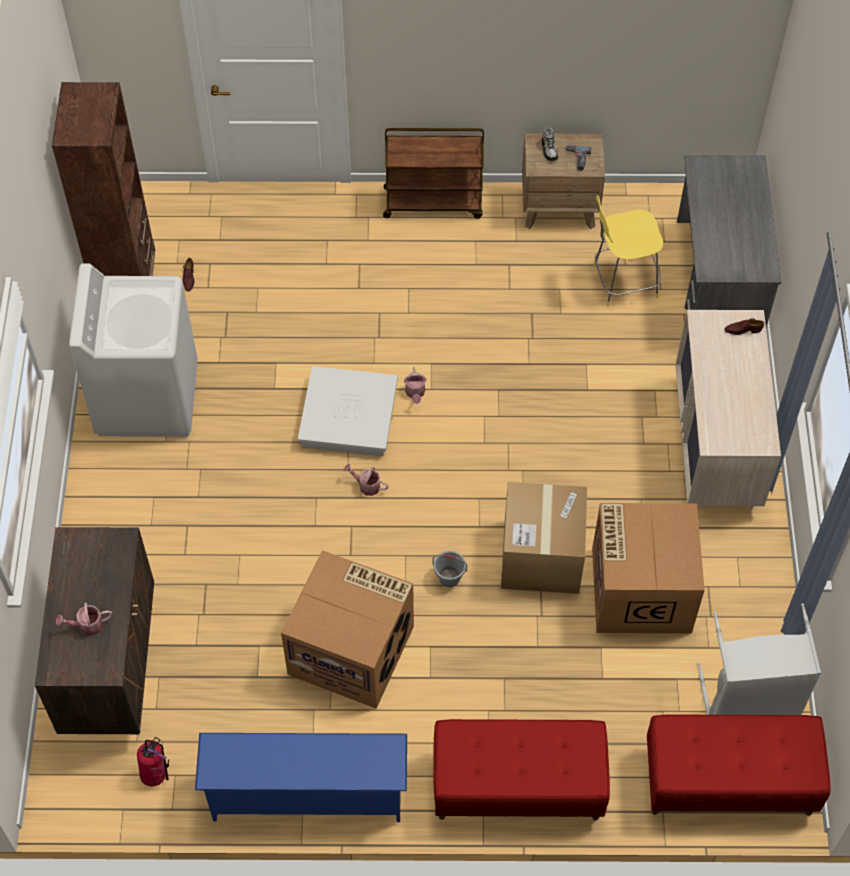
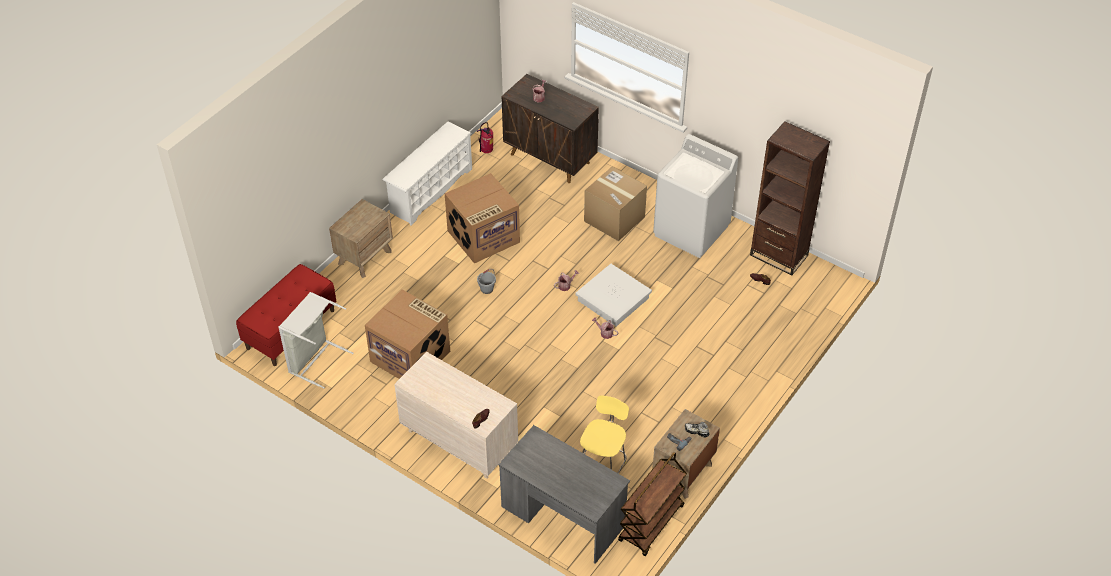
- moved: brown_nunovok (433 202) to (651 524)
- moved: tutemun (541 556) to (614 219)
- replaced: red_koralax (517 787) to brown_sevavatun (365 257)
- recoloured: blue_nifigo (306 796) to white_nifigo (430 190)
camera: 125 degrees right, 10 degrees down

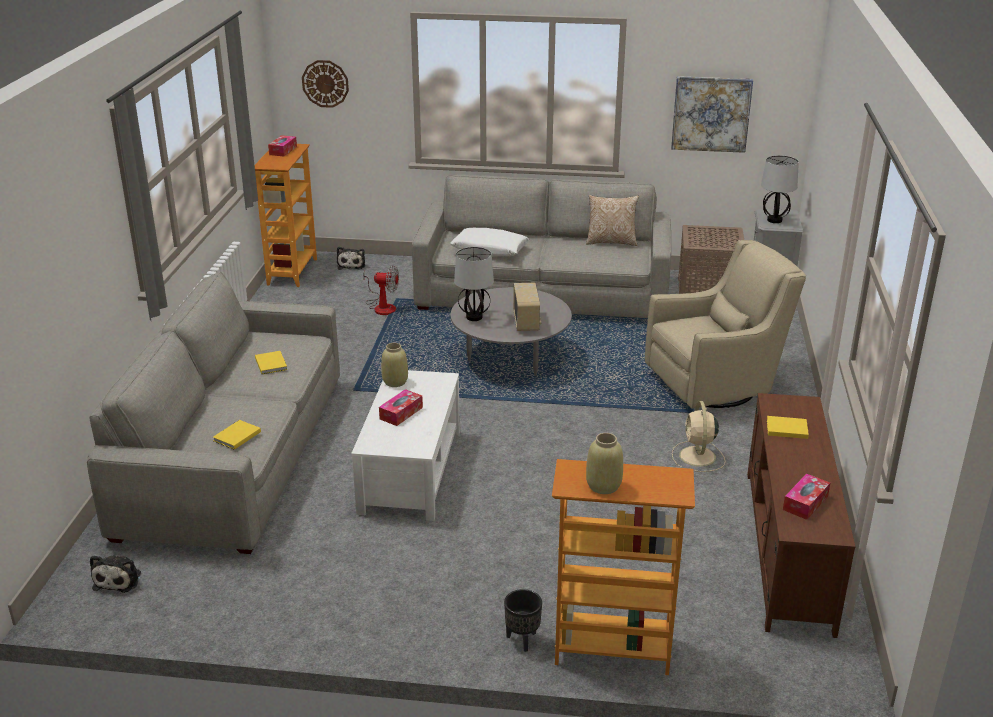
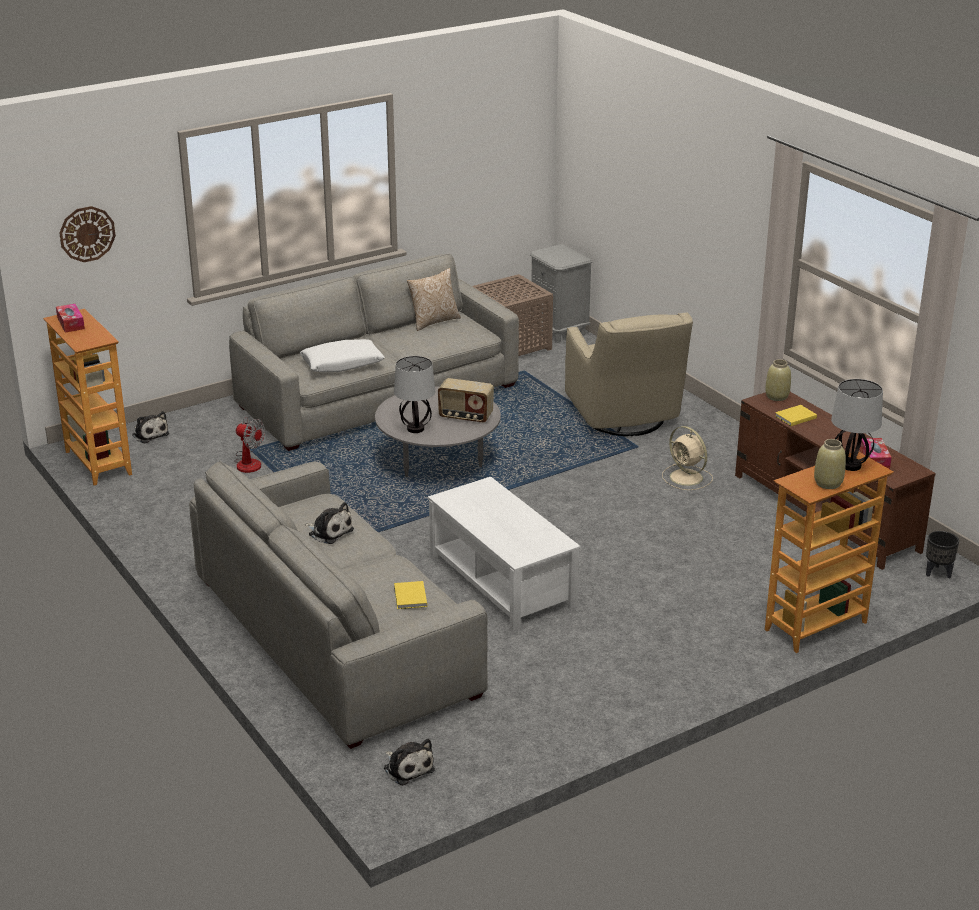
- removed: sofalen (711 114)
- moved: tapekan (774 220) to (850 465)
- turned: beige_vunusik (716 386) = (625 420) 135 degrees clockwise
- turned: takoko (382 306) = (249 461) 60 degrees clockwise
- turned: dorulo (526 322) = (465 417) 150 degrees clockwise
- moved: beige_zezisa (395 382) to (777 396)
- replaced: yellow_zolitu (271 363) to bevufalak (329 532)
- removed: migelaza (401 413)
- moved: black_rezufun (522 640) to (938 573)
camera: 40 degrees left, 0 degrees up

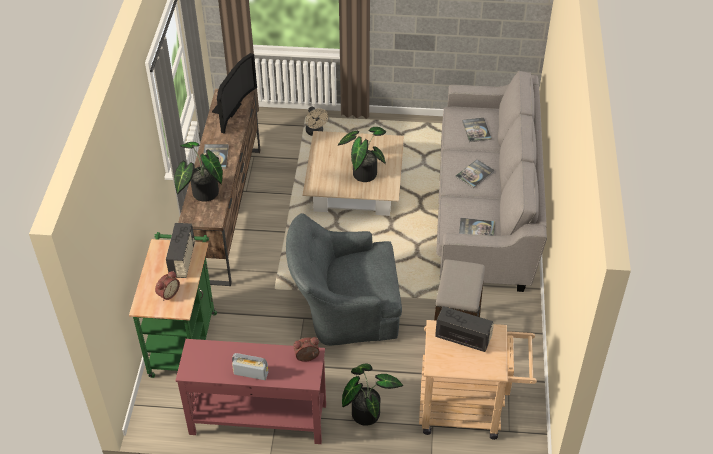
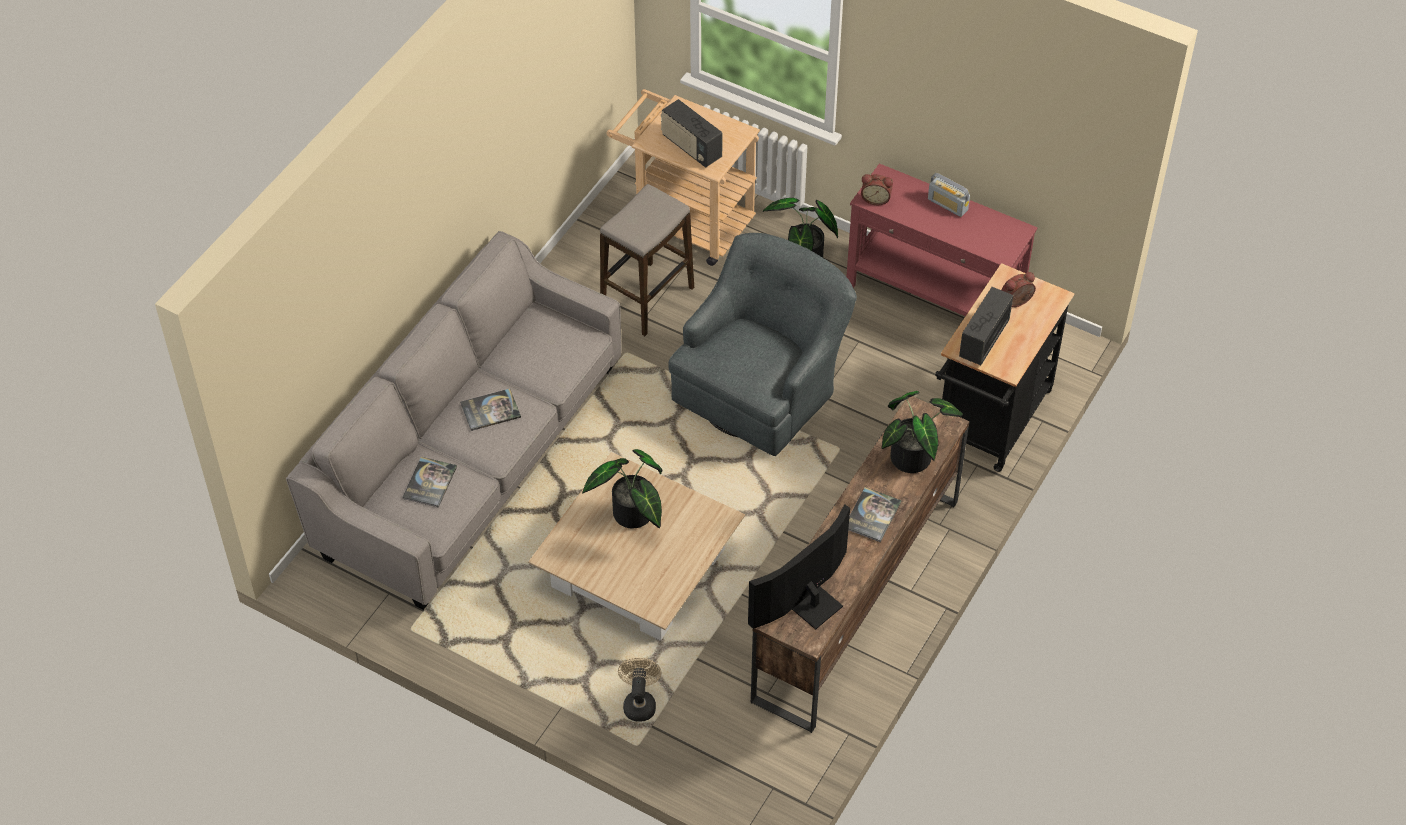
- turned: grey_vunusik (344 309) = (762 387) 75 degrees counterclockwise
- removed: zolitu (476 229)
- recoloured: green_nunovok (184 339) to black_nunovok (990 424)
camera: 155 degrees left, 5 degrees up

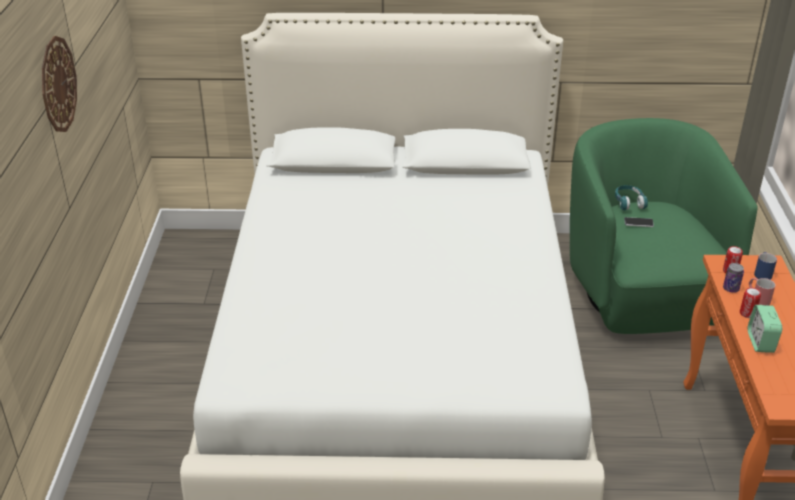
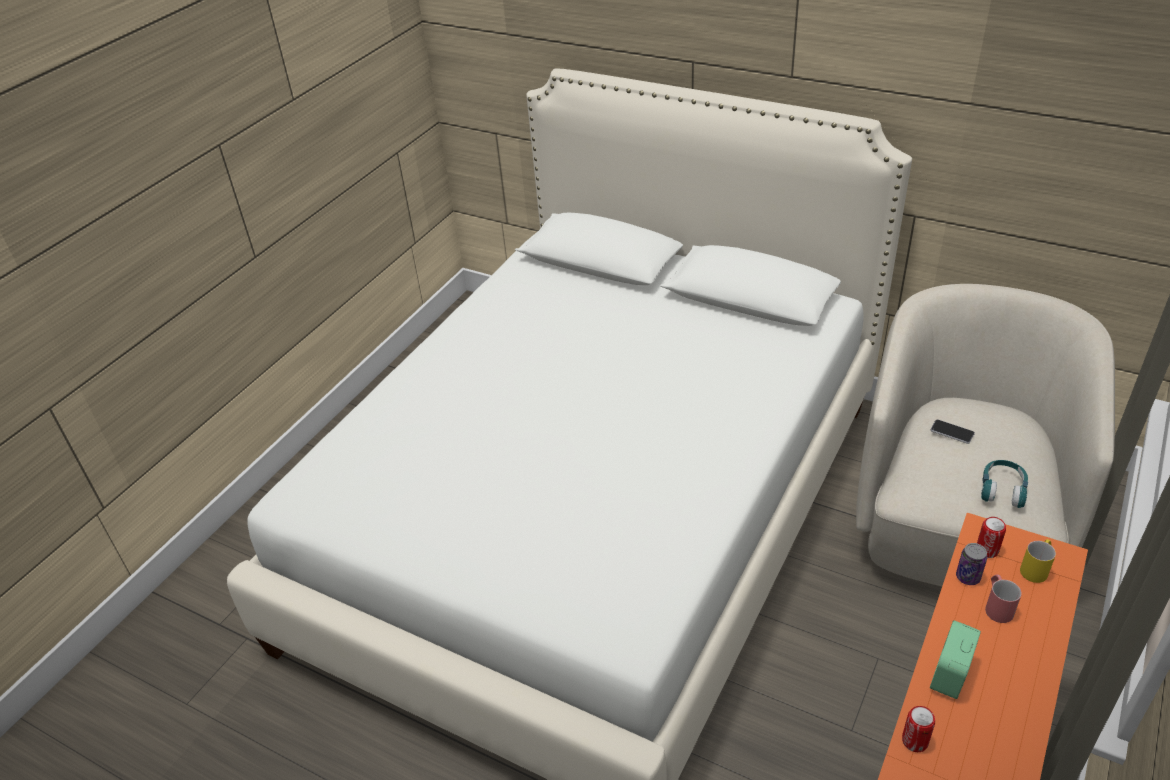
- removed: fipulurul (58 84)
- recoloured: green_vunusik (643 294) to beige_vunusik (958 523)
- moved: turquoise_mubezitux (629 203) to (1002 490)
- recoloured: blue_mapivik (762 273) to yellow_mapivik (1036 568)
- moved: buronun (747 313) to (915 741)
camera: 30 degrees right, 5 degrees up

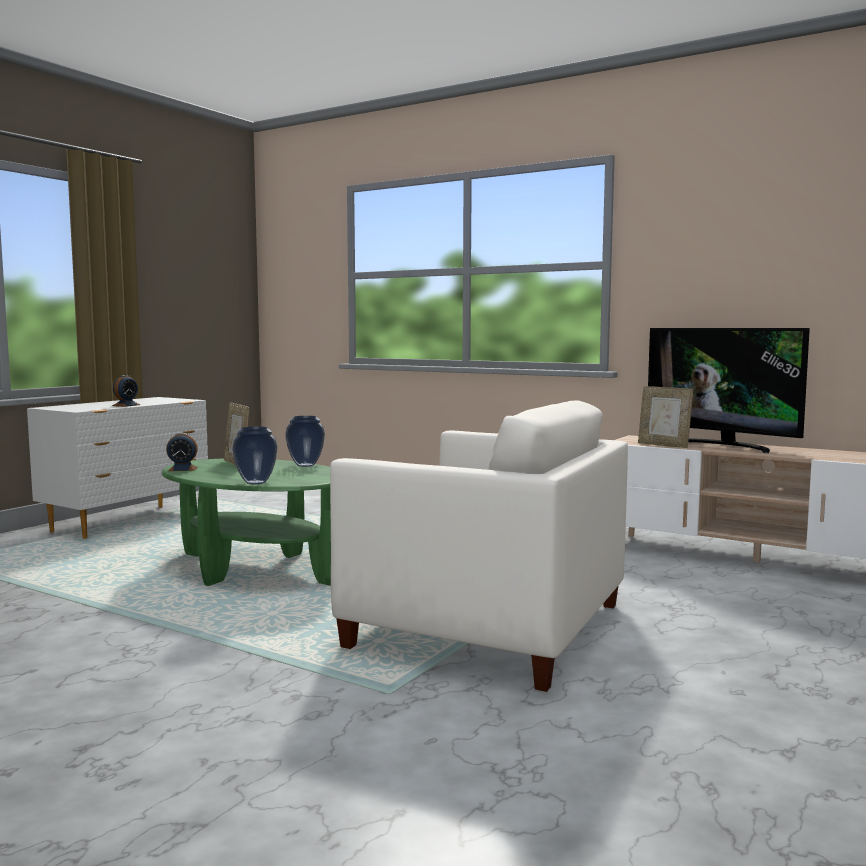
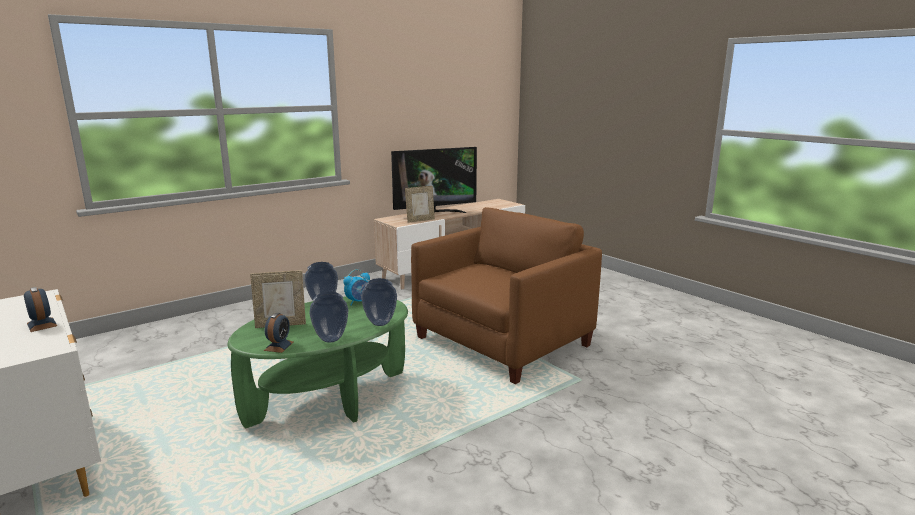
- recoloured: white_vunusik (487 625) to brown_vunusik (501 341)
- added: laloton (359 302)
- added: zezisa (330 339)
camera: 70 degrees left, 10 degrees up

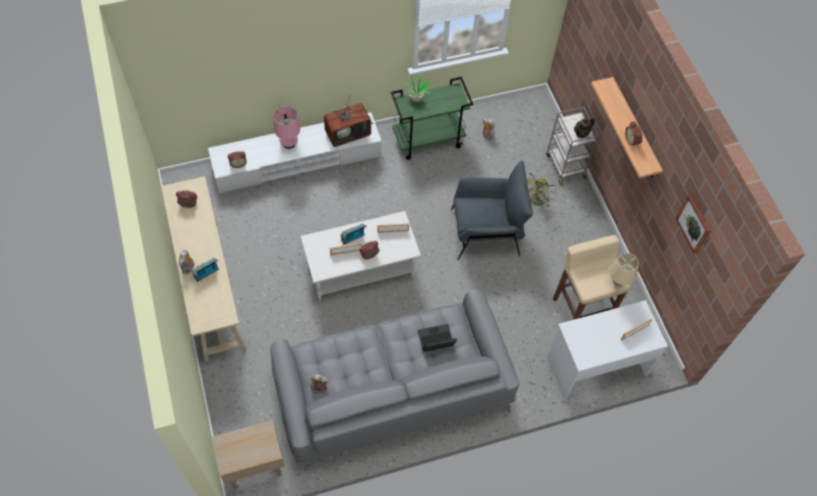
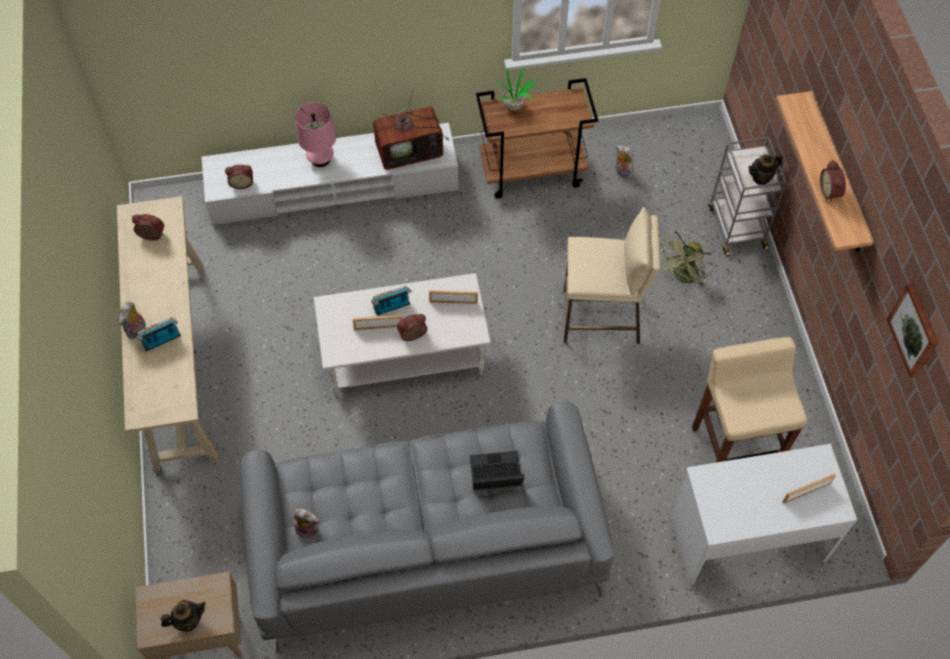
- recoloured: green_nunovok (428 140) to brown_nunovok (533 171)
- replaced: grey_vunusik (486 232) to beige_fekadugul (601 317)
- removed: beige_tapekan (617 282)
- added: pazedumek (188 620)
camera: 10 degrees right, 0 degrees up

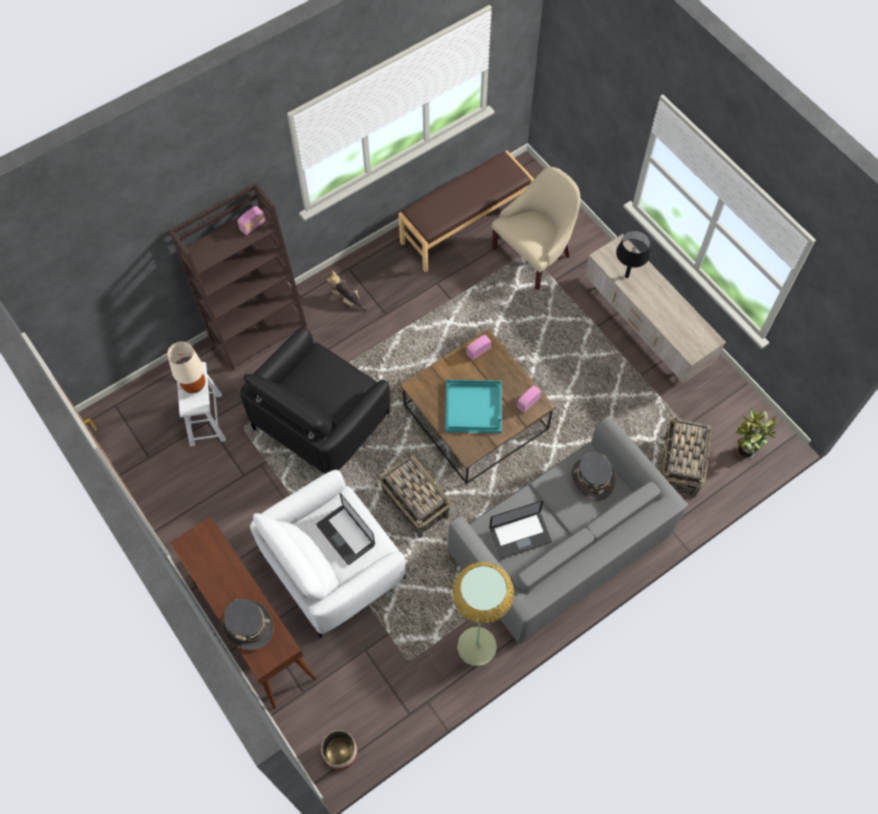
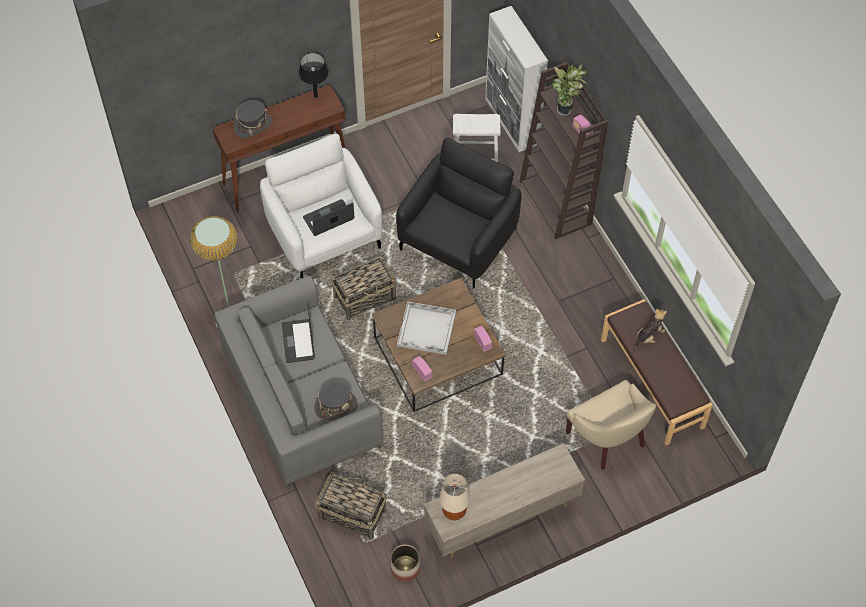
- moved: black_tapekan (626 276) to (316 96)
- moved: bevufalak (347 299) to (648 336)
- turned: black_vunusik (321 420) = (458 240) 75 degrees clockwise
- moved: beige_tapekan (194 385) to (454 511)
- recoloured: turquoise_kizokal (474 406) to white_kizokal (427 329)
- moved: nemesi (743 450) to (565 108)
- moved: rezufun (340 752) to (405 568)
- added: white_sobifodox (512 122)
camera: 100 degrees right, 5 degrees down

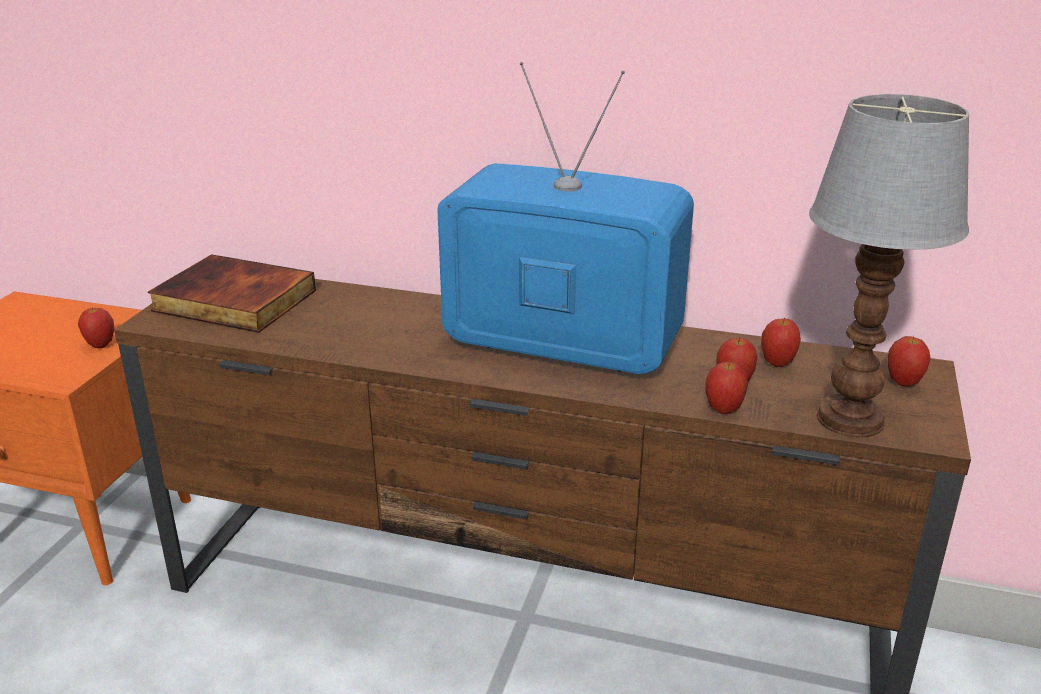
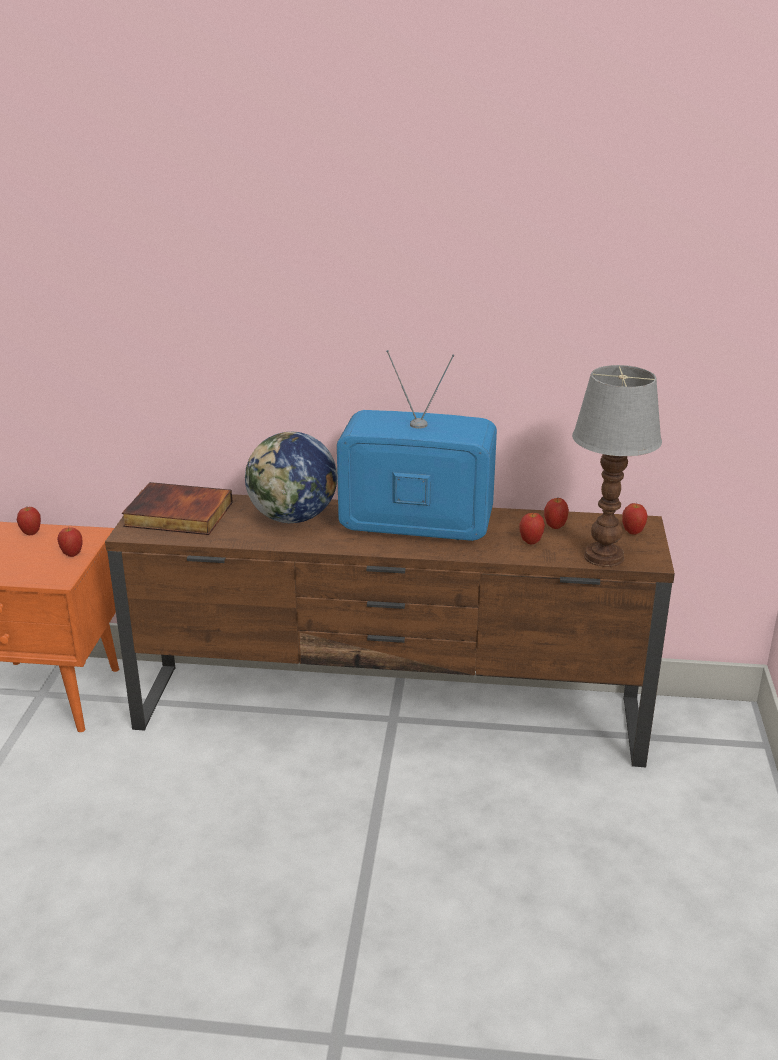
- moved: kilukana (723 410) to (31 533)
- added: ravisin (293 518)
camera: 10 degrees left, 0 degrees up

